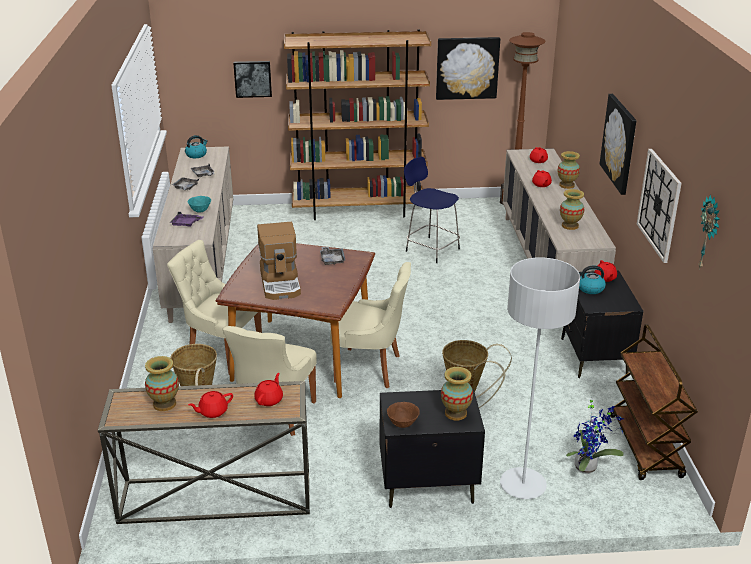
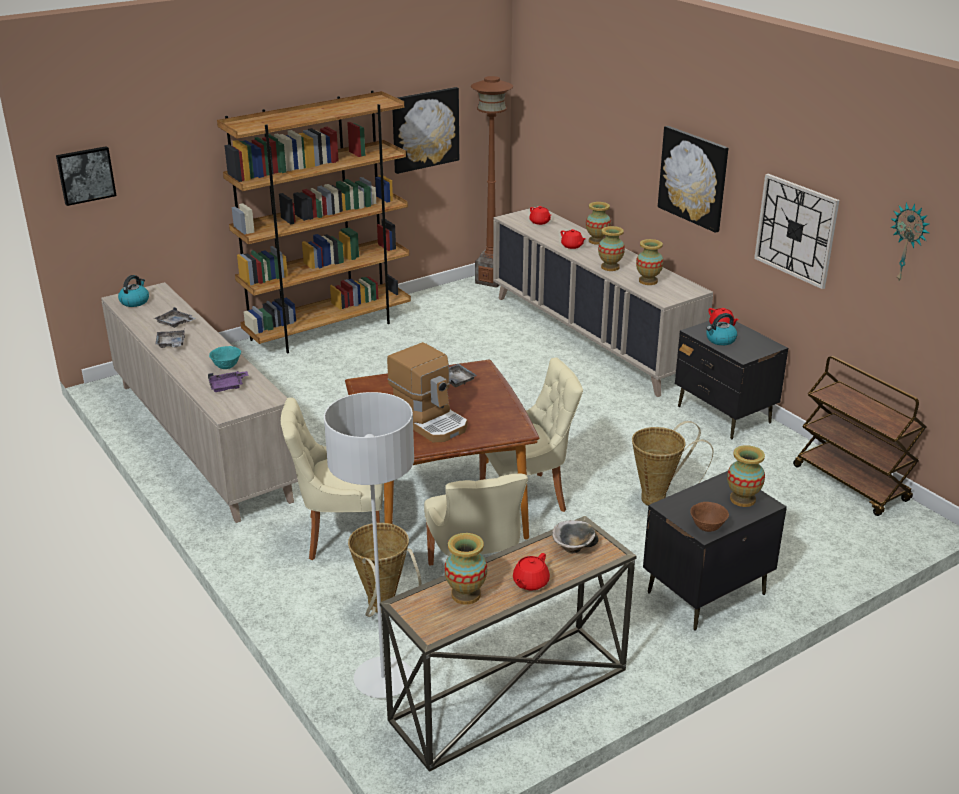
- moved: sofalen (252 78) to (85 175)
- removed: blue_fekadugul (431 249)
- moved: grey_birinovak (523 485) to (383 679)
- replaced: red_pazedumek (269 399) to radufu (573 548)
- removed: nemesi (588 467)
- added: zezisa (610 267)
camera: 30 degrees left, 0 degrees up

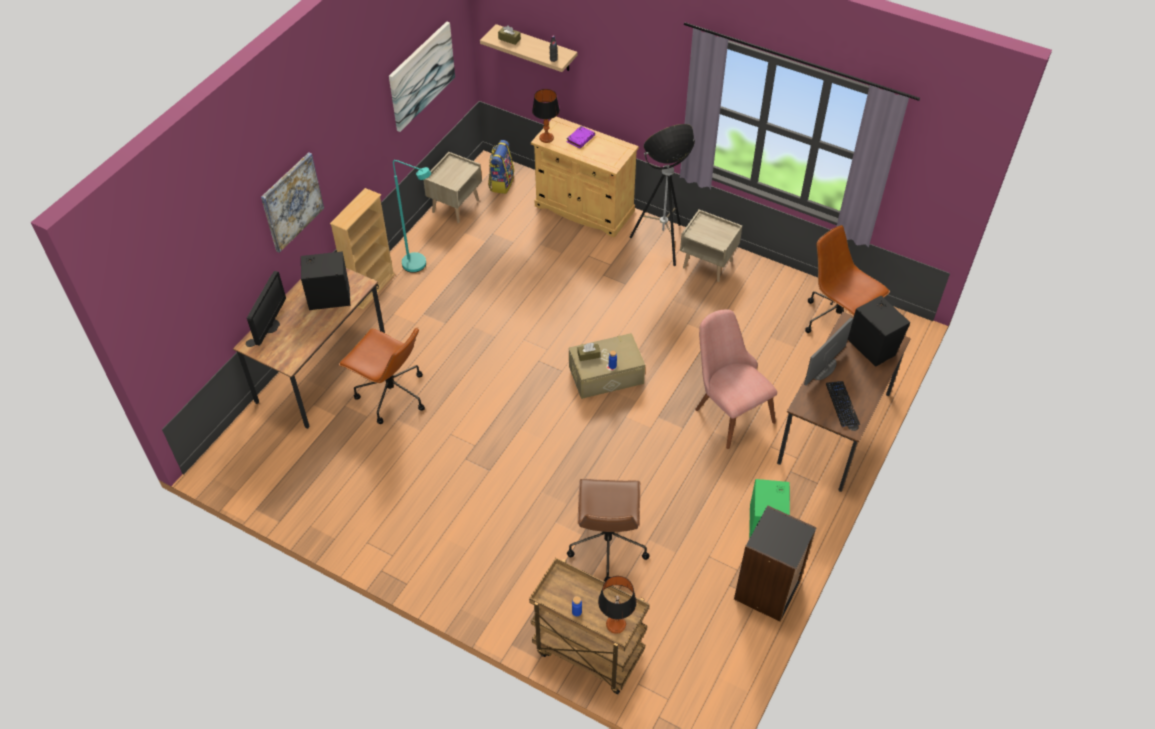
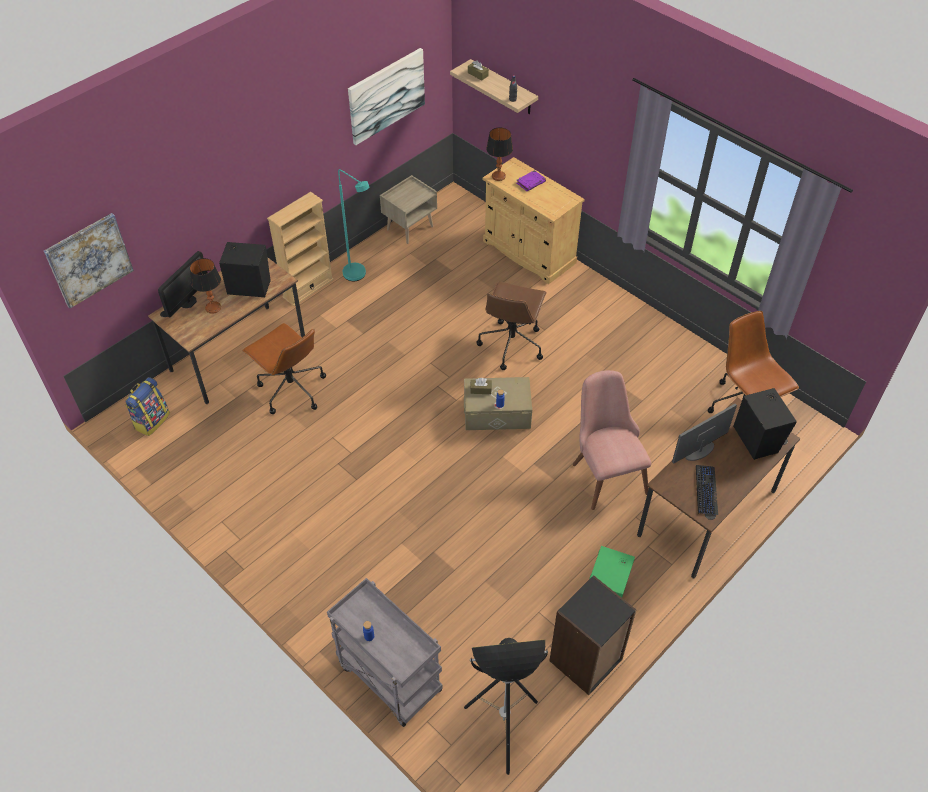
- moved: birinovak (662 244) to (503 730)
- moved: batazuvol (501 183) to (151 420)
- moved: sofalen (292 202) to (89 260)
- removed: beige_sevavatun (708 264)
- moved: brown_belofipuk (607 545) to (511 344)
- recoloured: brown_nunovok (587 652) to grey_nunovok (388 677)
- moved: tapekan (615 624) to (213 308)
camera: 15 degrees right, 0 degrees up

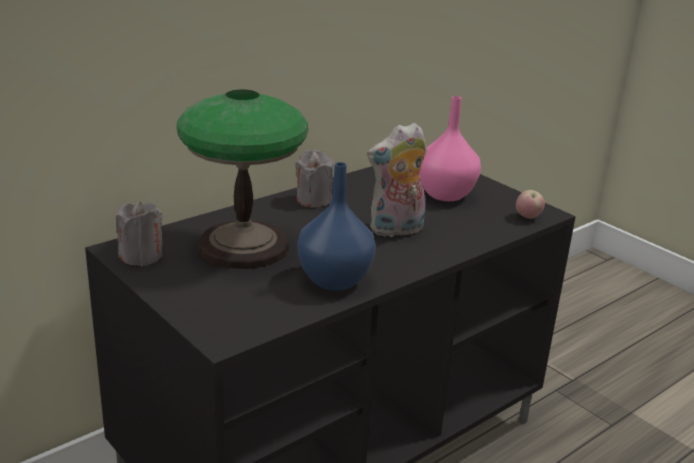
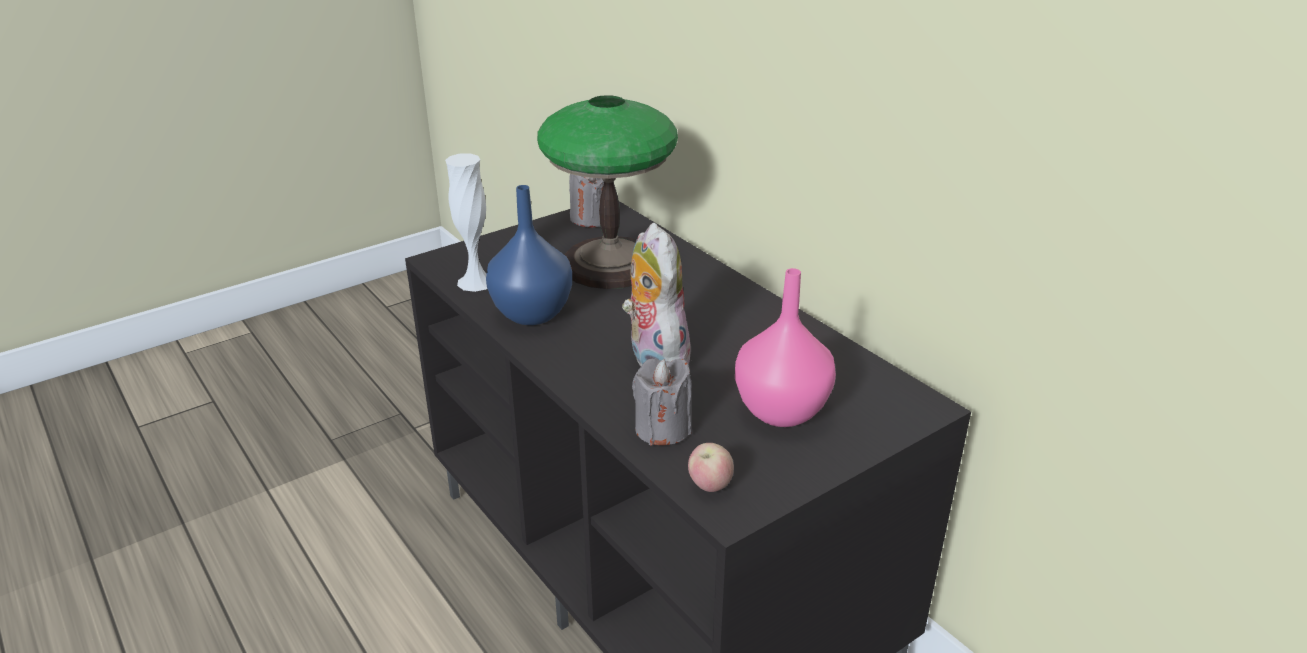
- moved: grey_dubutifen (313 200) to (662 429)
- added: white_zezisa (476 282)
camera: 95 degrees right, 5 degrees up

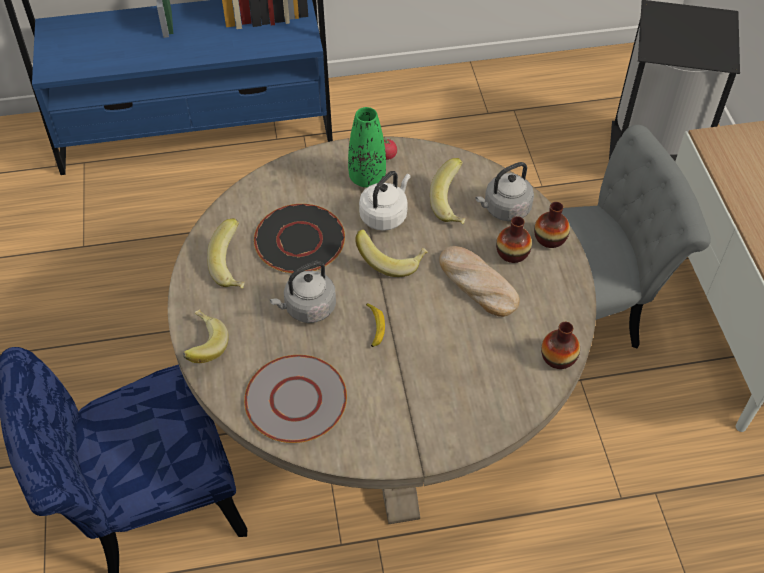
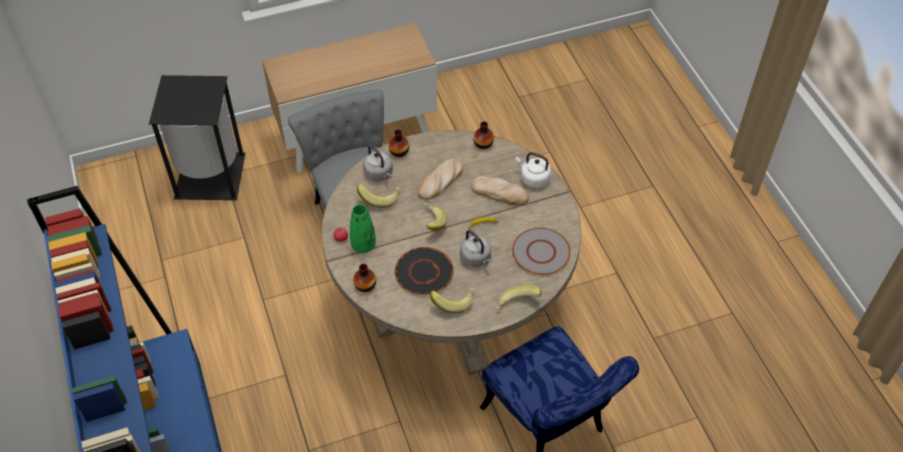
- moved: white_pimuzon (385 215) to (533 178)
- moved: zezisa (512 253) to (365 285)
- added: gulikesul (500 192)
camera: 100 degrees left, 0 degrees up

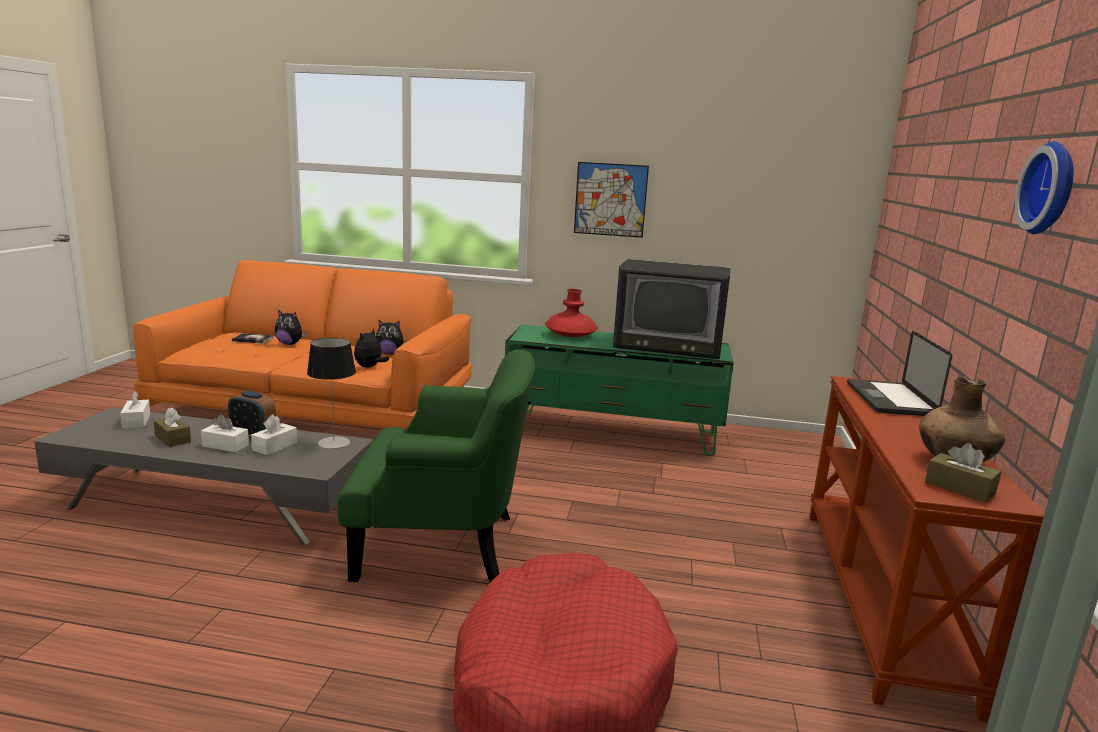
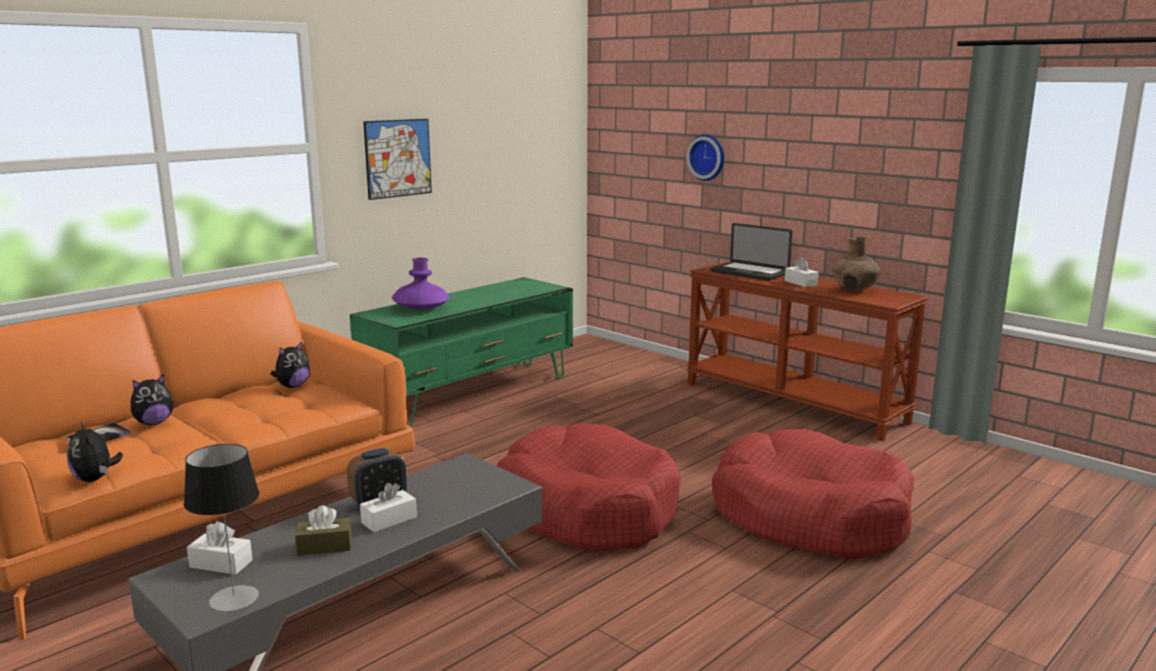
- moved: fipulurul (1052 189) to (708 157)
- removed: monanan (669 346)
- recoloured: red_zezisa (570 335) to purple_zezisa (421 308)
- moved: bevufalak (369 367) to (95 479)
- moved: tapekan (334 443) to (234 598)
- replaced: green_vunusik (442 543) to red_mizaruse (587 509)
- moved: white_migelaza (275 446) to (800 283)
- removed: brown_migelaza (959 488)
camera: 55 degrees left, 0 degrees up

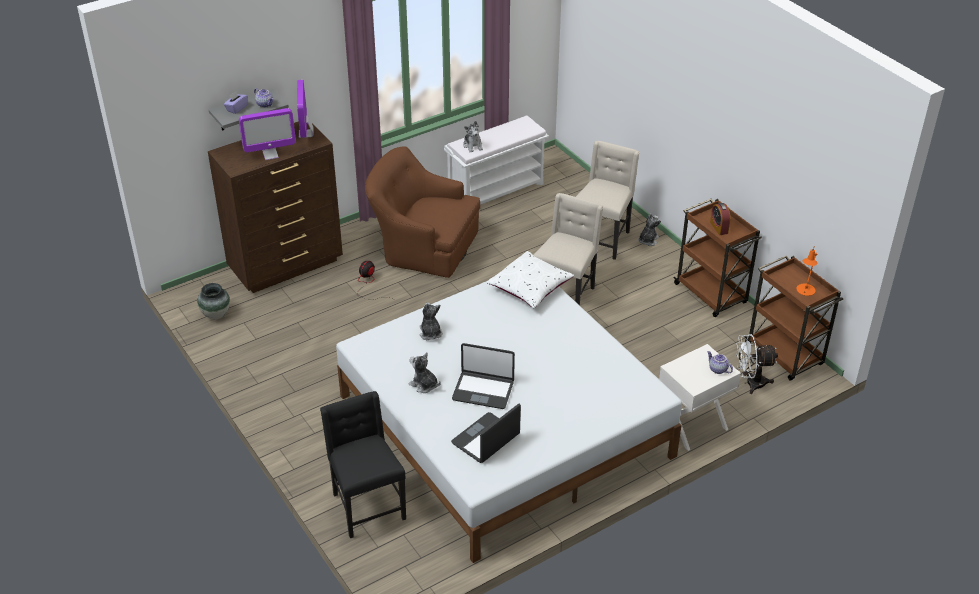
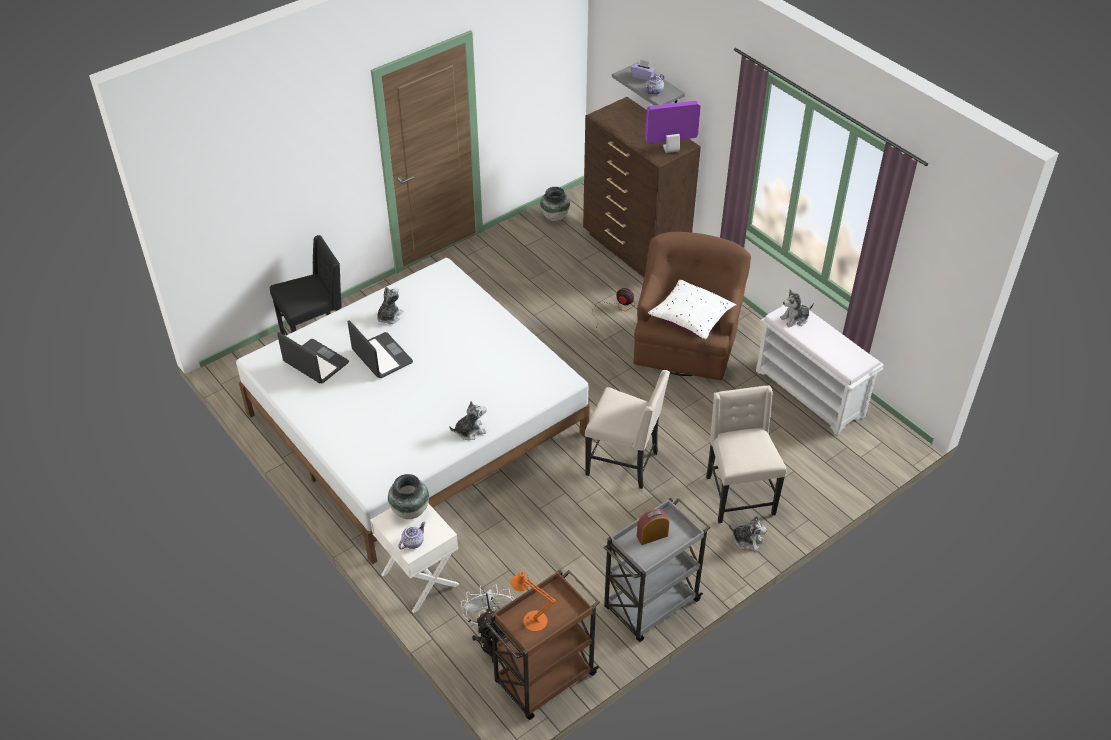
- removed: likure (270 155)
- turned: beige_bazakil (602 239) = (738 494) 120 degrees counterclockwise
- recoloured: brown_nunovok (711 294) to grey_nunovok (650 605)
- moved: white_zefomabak (530 287) to (691 317)
- moved: bevufalak (430 333) to (470 431)
- turned: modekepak (483 390) = (381 357) 135 degrees clockwise
- added: zezisa (409 511)
camera: 85 degrees right, 5 degrees up

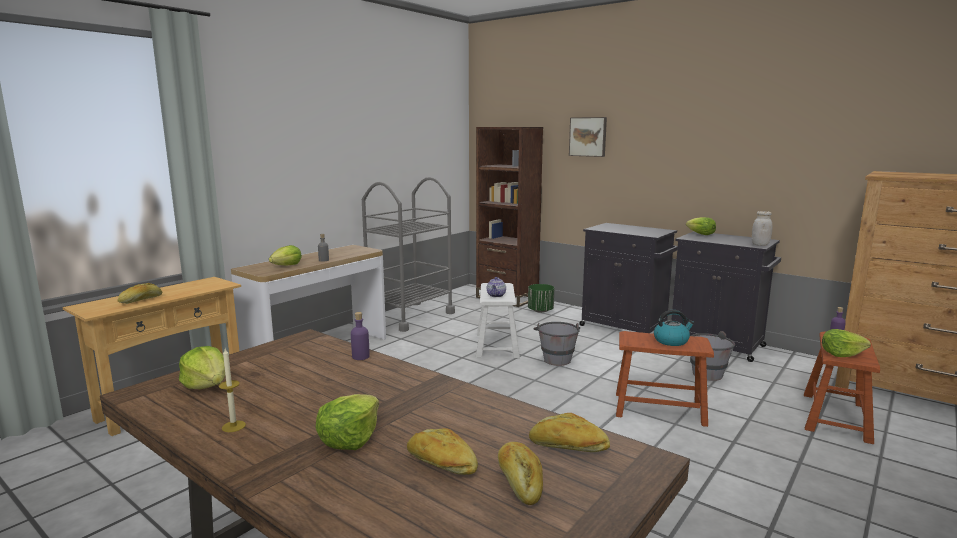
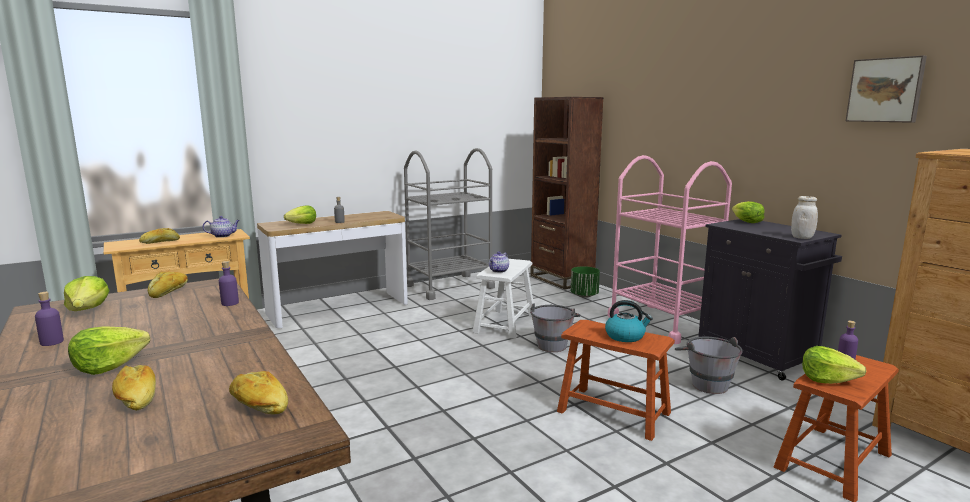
- moved: sofalen (588 136) to (885 90)
- replaced: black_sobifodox (625 327) to pink_nunovok (662 323)
- replaced: dubutifen (233 426) to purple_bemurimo (52 342)
- moved: gulikesul (520 481) to (169 291)
- added: pazedumek (223 236)
camera: 20 degrees right, 0 degrees up

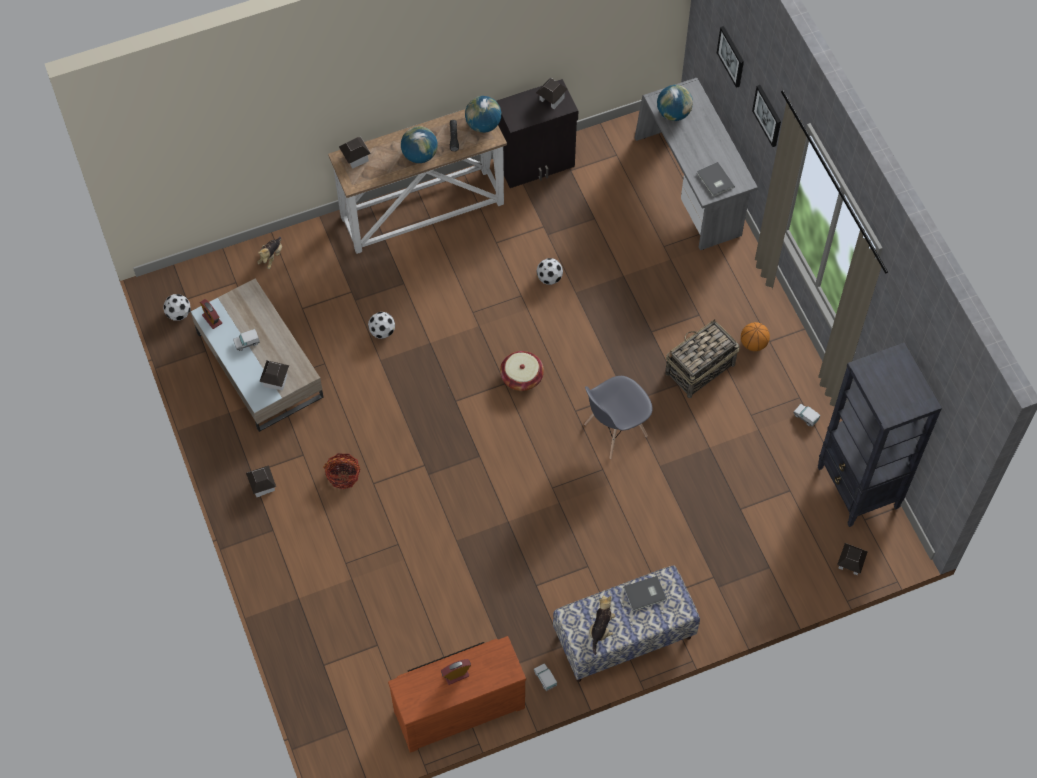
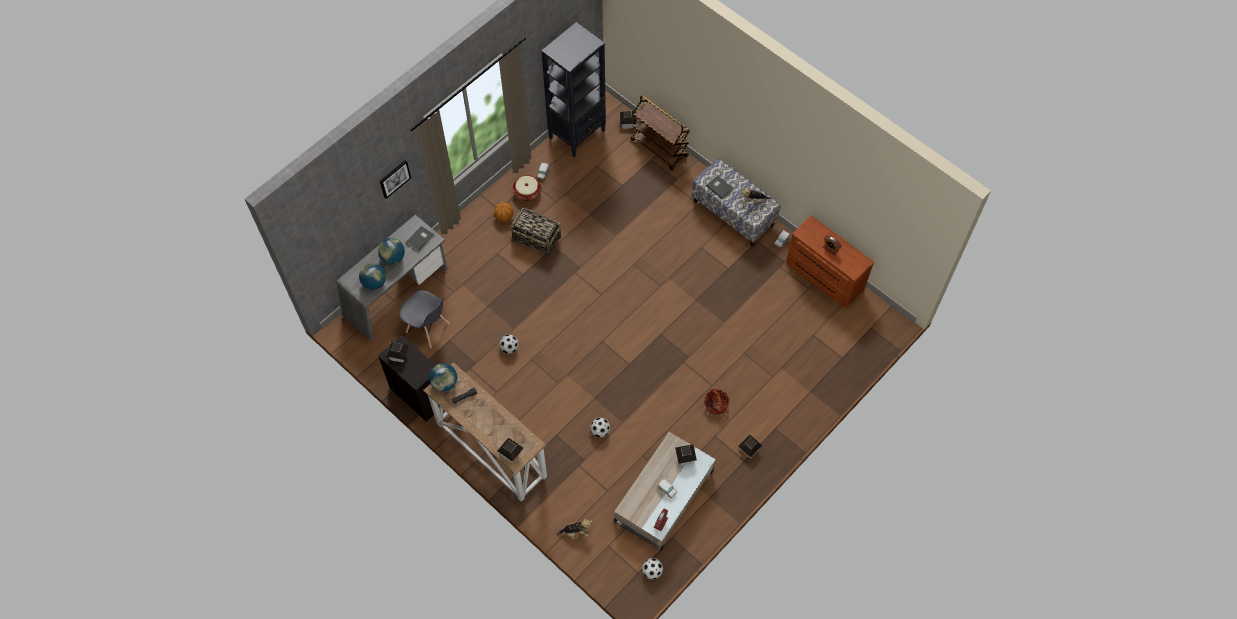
- removed: sofalen (731 56)
- moved: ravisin (419 155) to (393 257)
- moved: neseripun (521 377) to (527 192)
- moved: grey_bazakil (615 430) to (428 328)
- added: brown_nunovok (660 148)
camera: 115 degrees left, 0 degrees up

